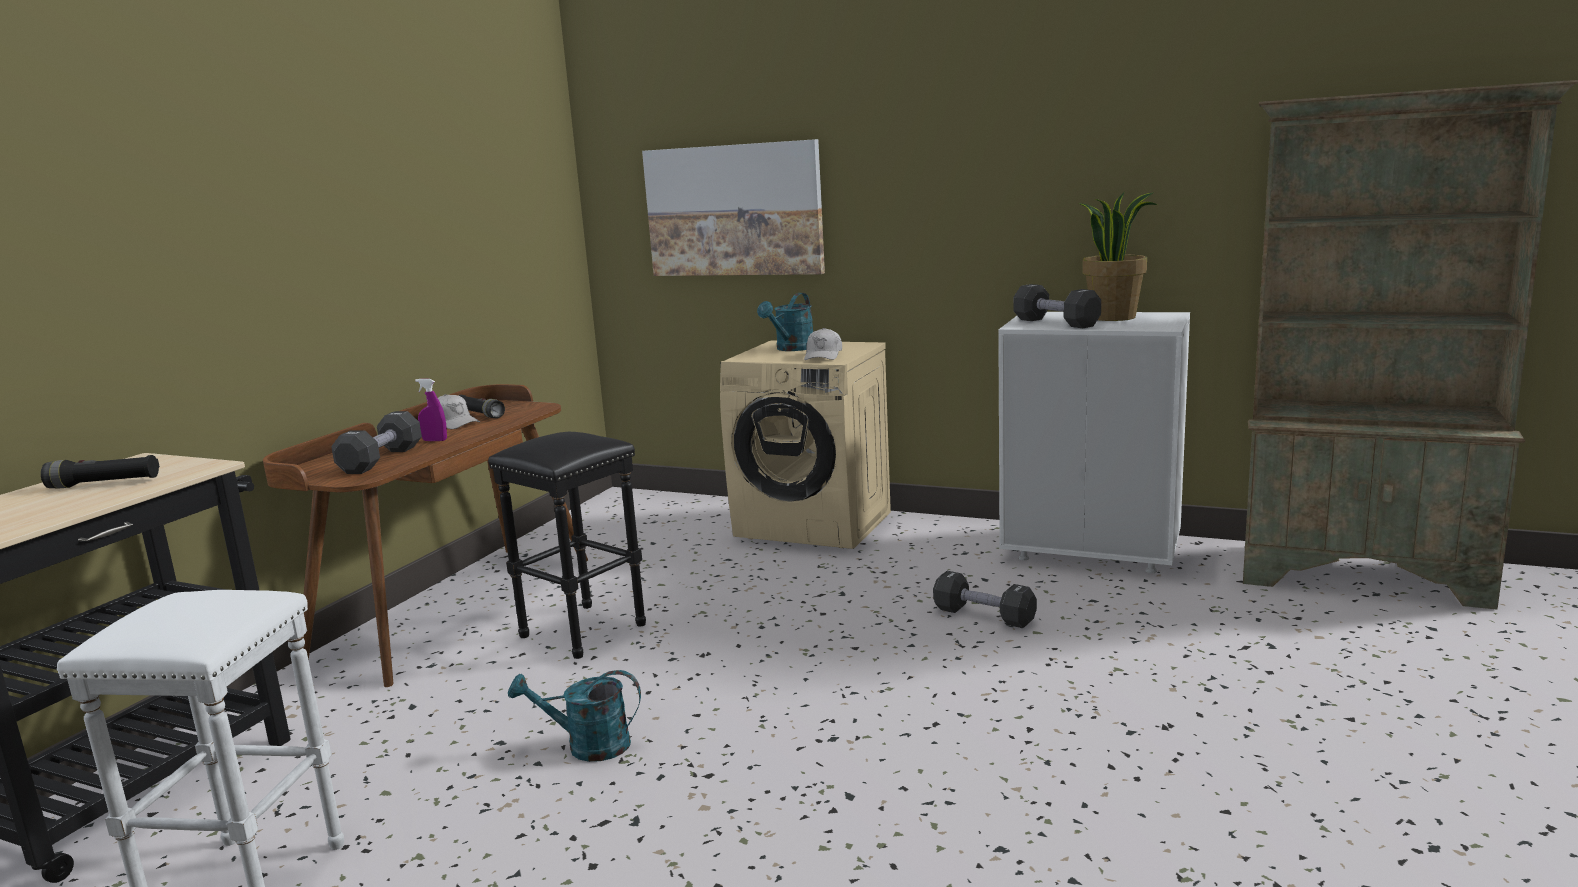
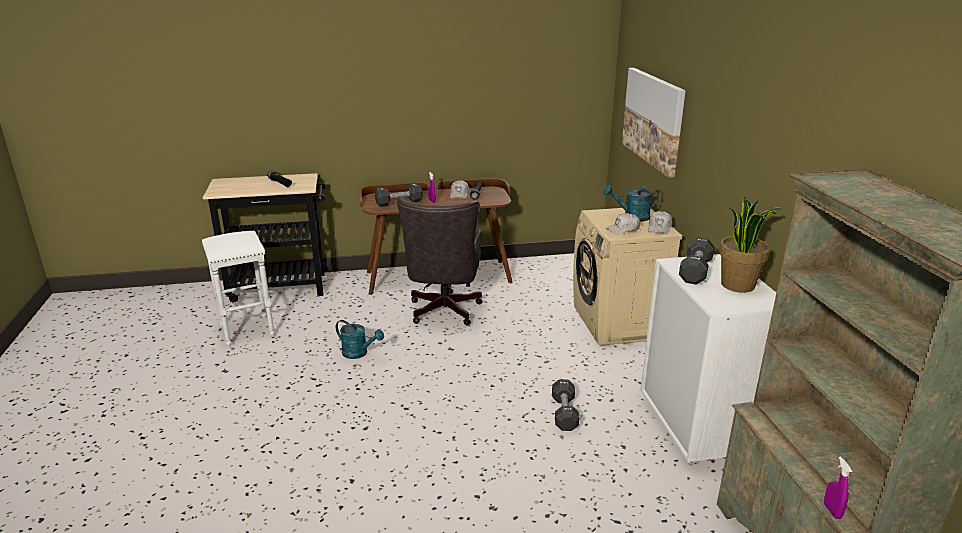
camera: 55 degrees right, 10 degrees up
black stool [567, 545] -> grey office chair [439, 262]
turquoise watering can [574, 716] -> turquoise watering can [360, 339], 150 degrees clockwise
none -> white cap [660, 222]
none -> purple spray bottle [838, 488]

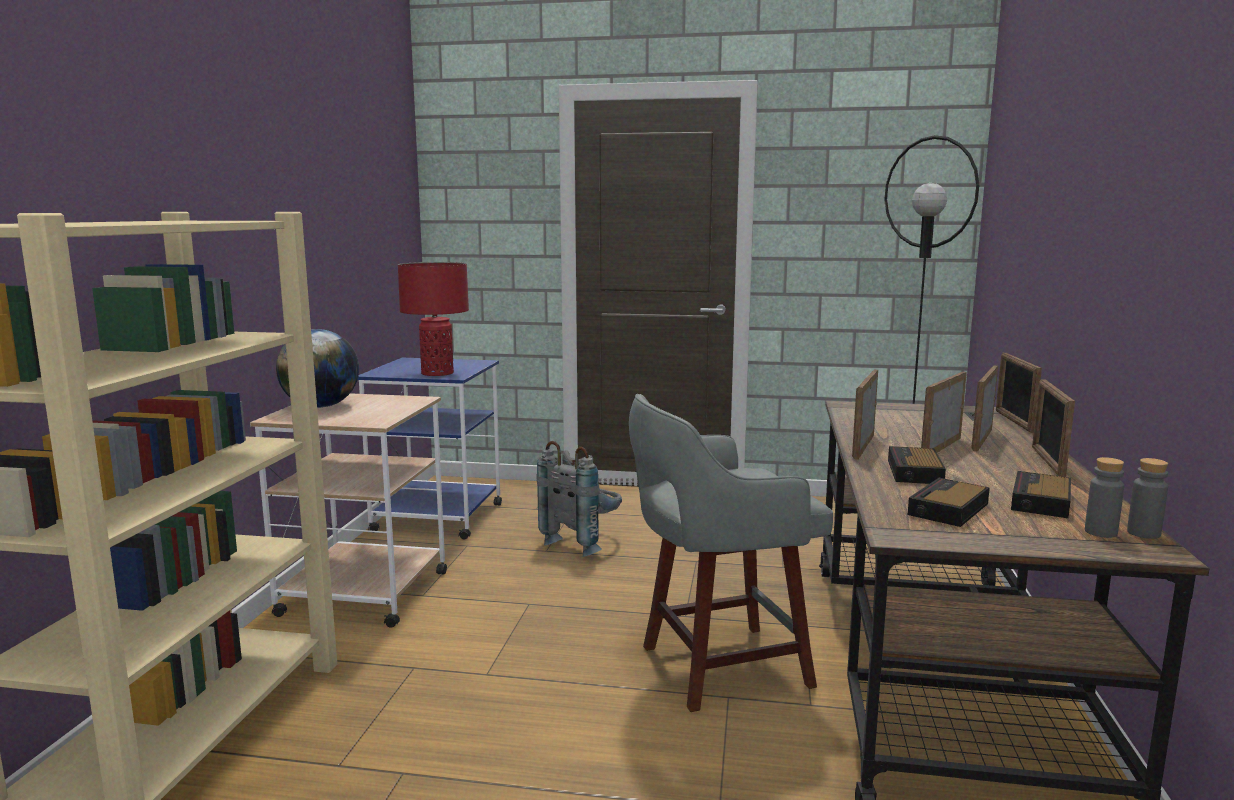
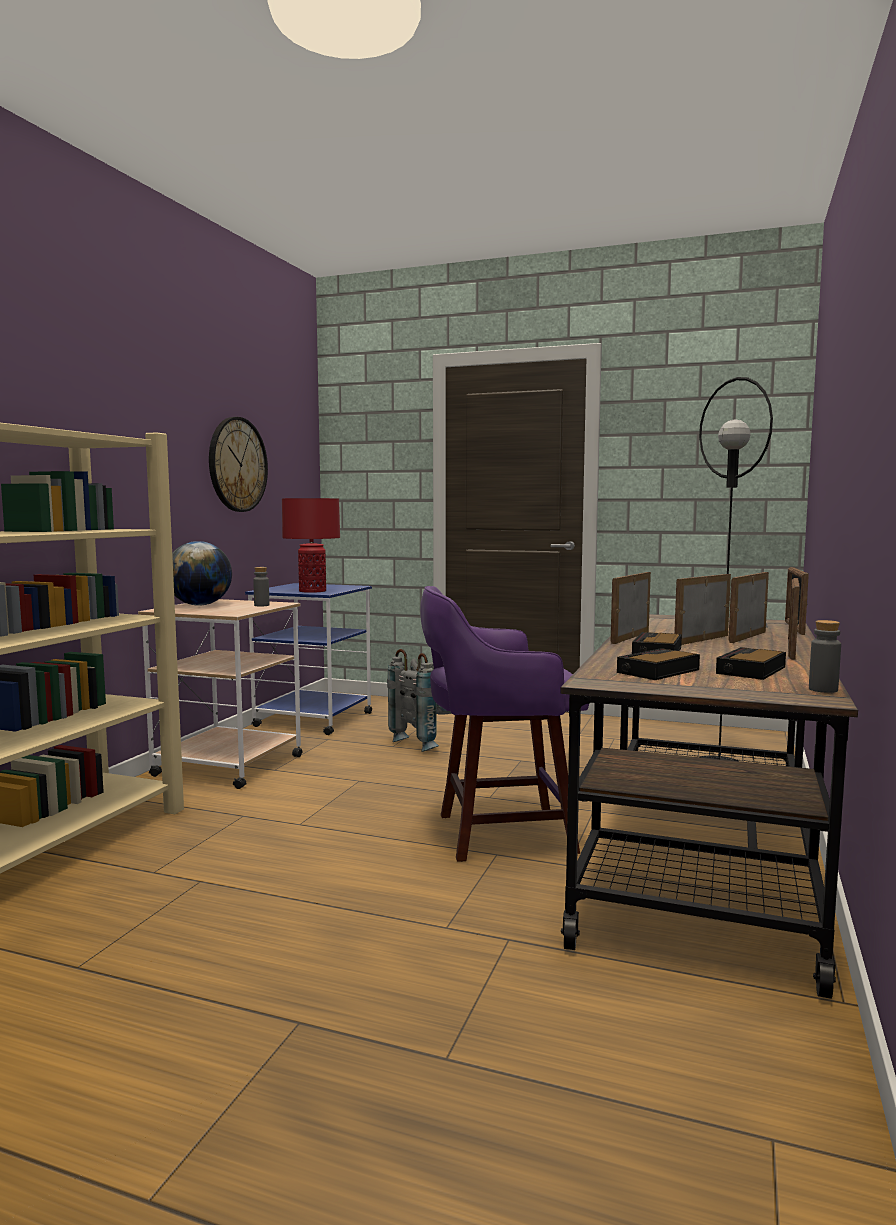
camera: 10 degrees right, 5 degrees down
grey stool [731, 553] -> purple stool [504, 724]
grey bottle [1104, 497] -> grey bottle [261, 586], relocated
none -> wall clock [238, 464]

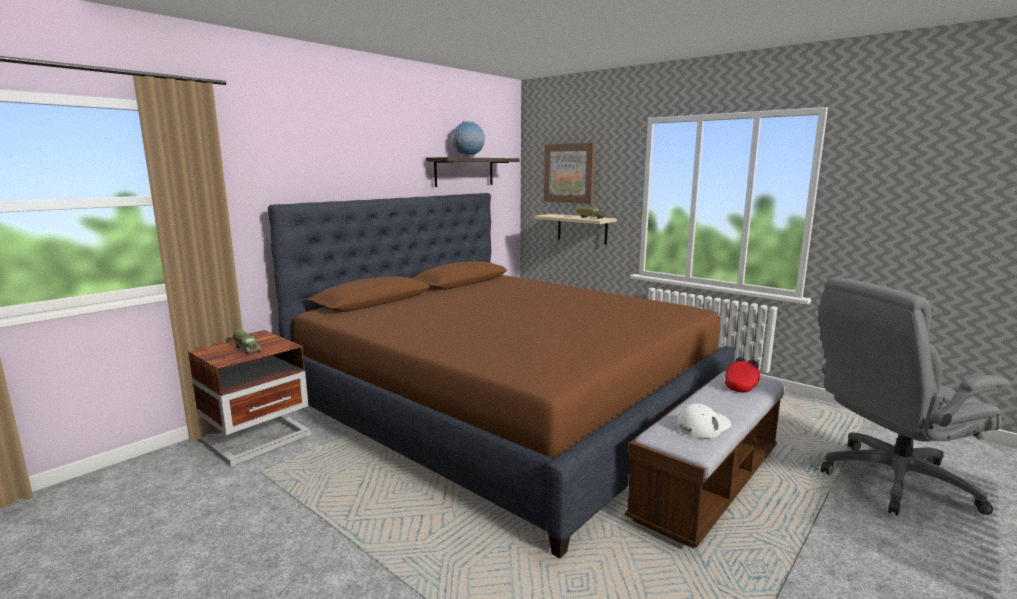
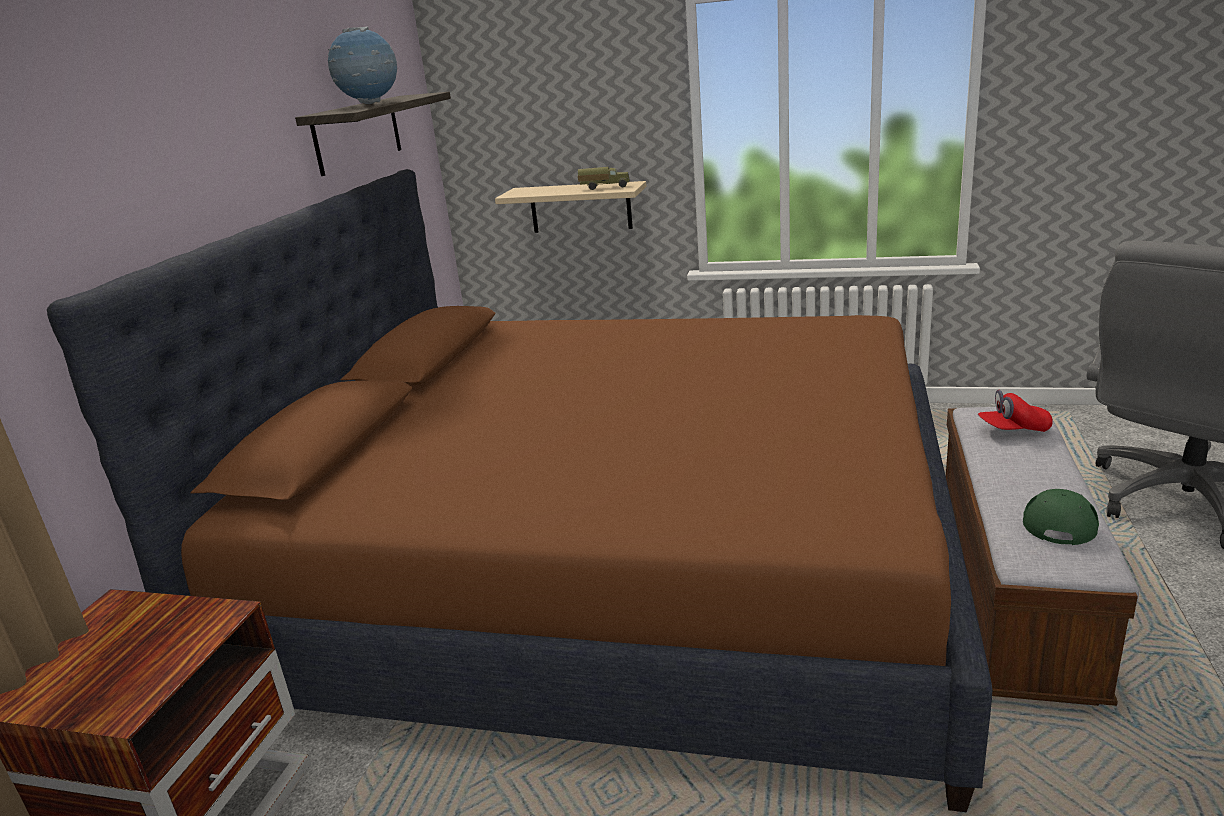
camera: 25 degrees left, 10 degrees up
picture [569, 173] -> none
toy truck [247, 342] -> none
red cap [742, 375] -> red cap [1015, 411], 105 degrees counterclockwise
white cap [704, 420] -> green cap [1061, 517]

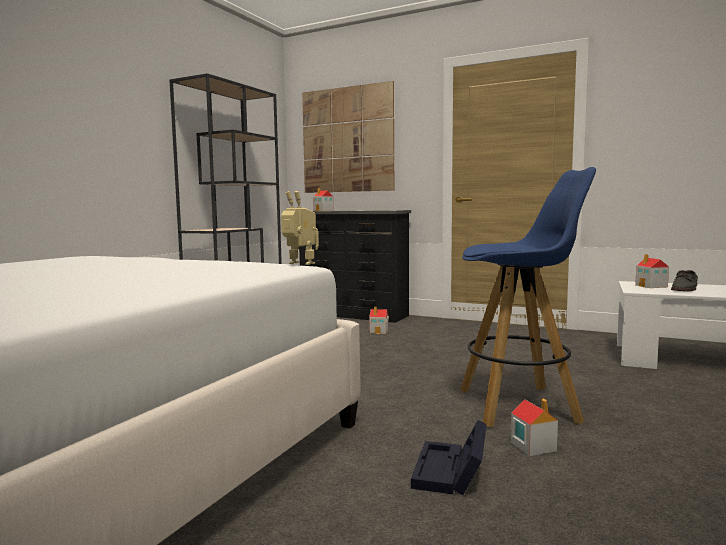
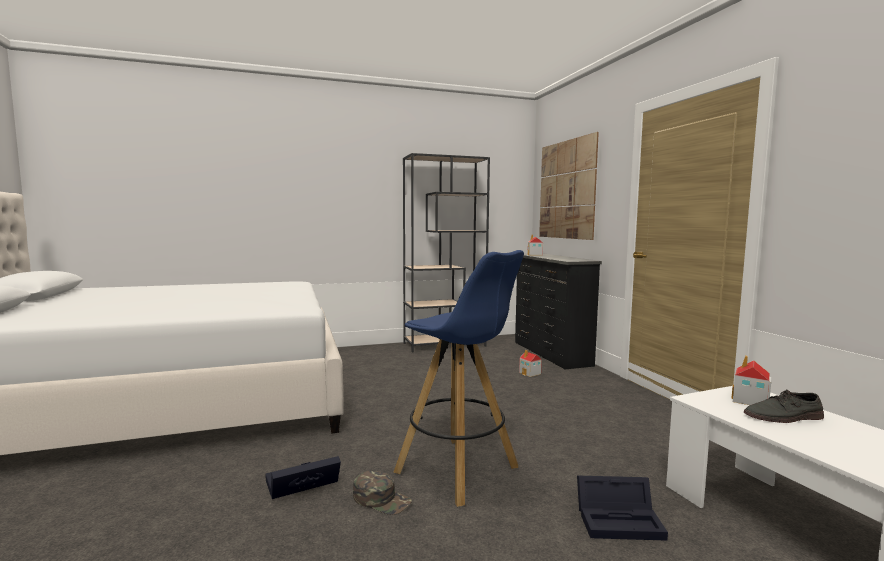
camera: 45 degrees right, 0 degrees up
toy robot [300, 228] -> none
toy house [534, 427] -> green cap [382, 493]
none -> black storage box [622, 508]

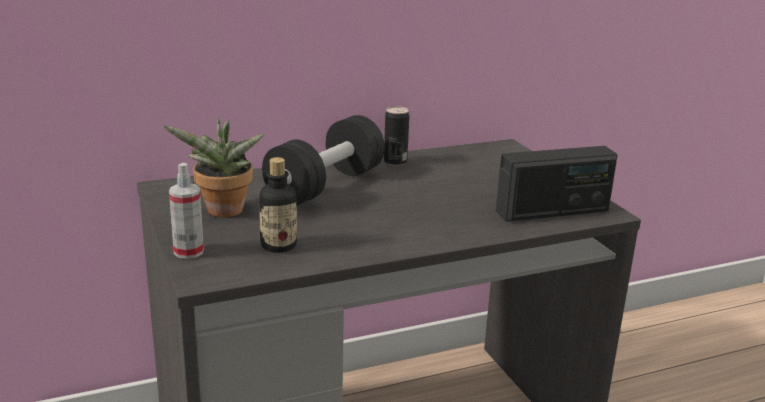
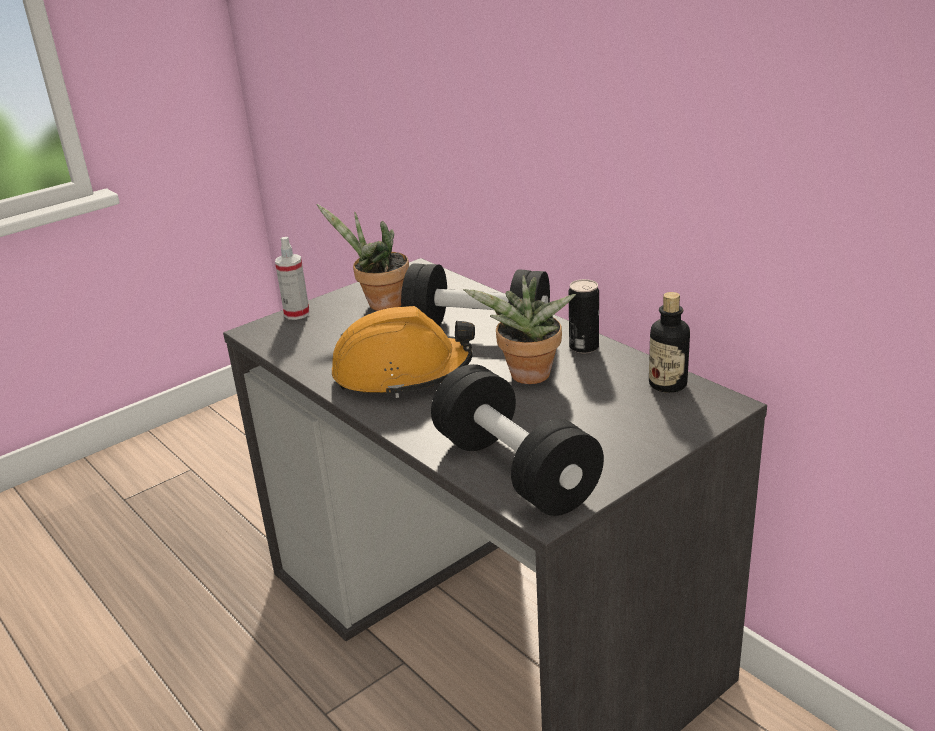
camera: 75 degrees right, 5 degrees up
radio [557, 184] -> black dumbbell [517, 440]
bottle [278, 205] -> bottle [669, 342], relocated
none -> potted plant [519, 329]
none -> orange hard hat [403, 352]

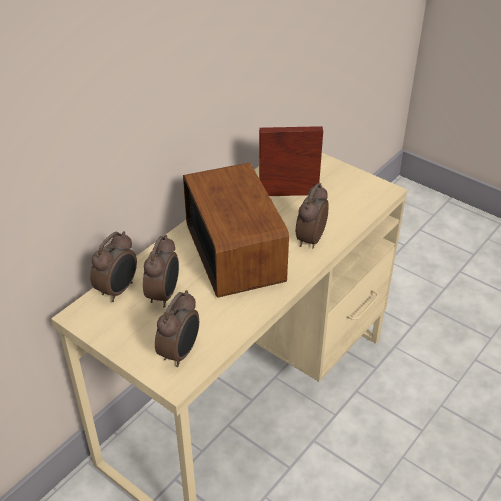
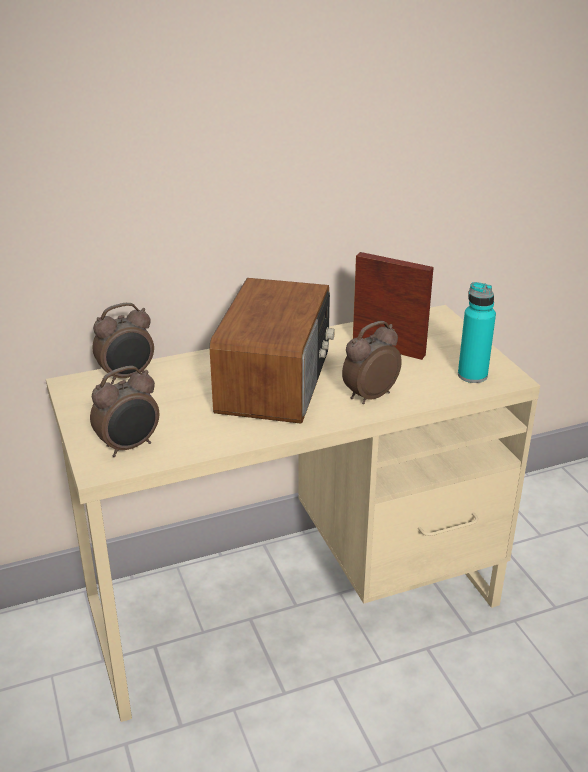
camera: 30 degrees right, 10 degrees down
alarm clock [161, 271] -> none
none -> turquoise bottle [477, 332]

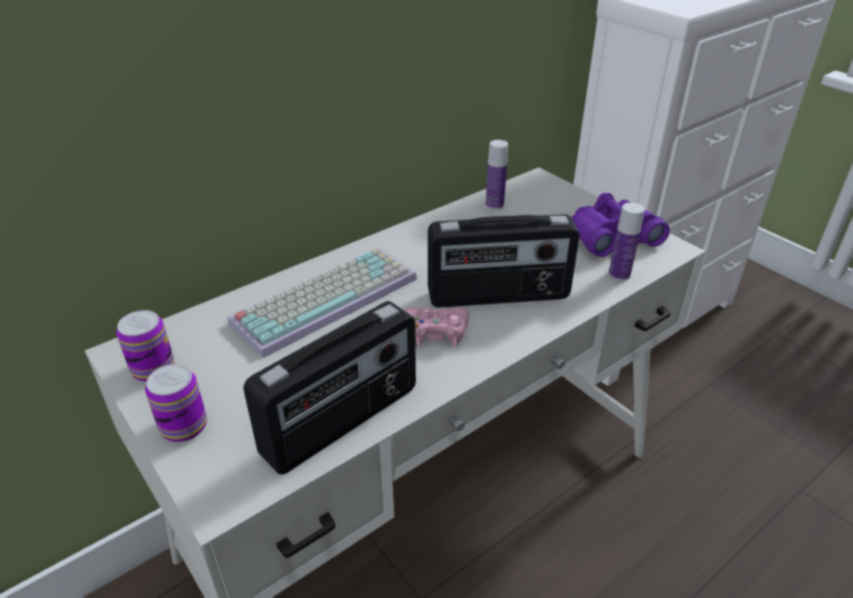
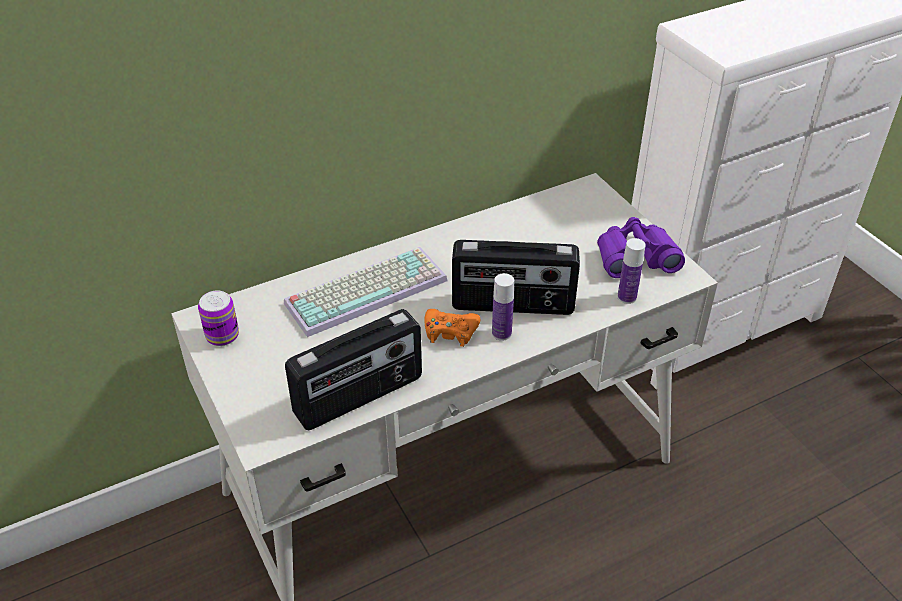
camera: 10 degrees right, 5 degrees up
bottle [496, 175] -> bottle [503, 307], relocated
pink game controller [436, 327] -> orange game controller [452, 328]
can [176, 403] -> none

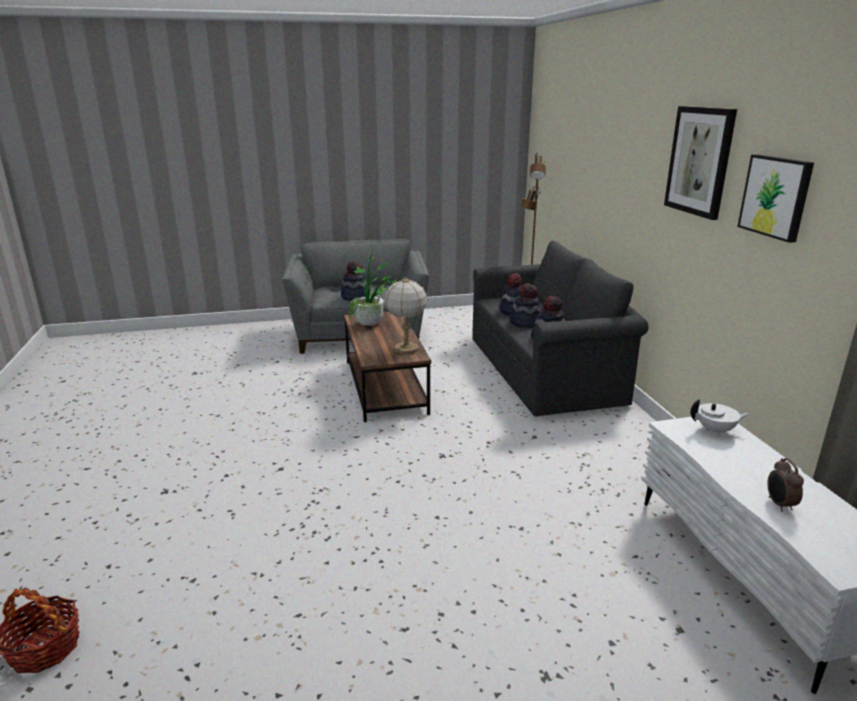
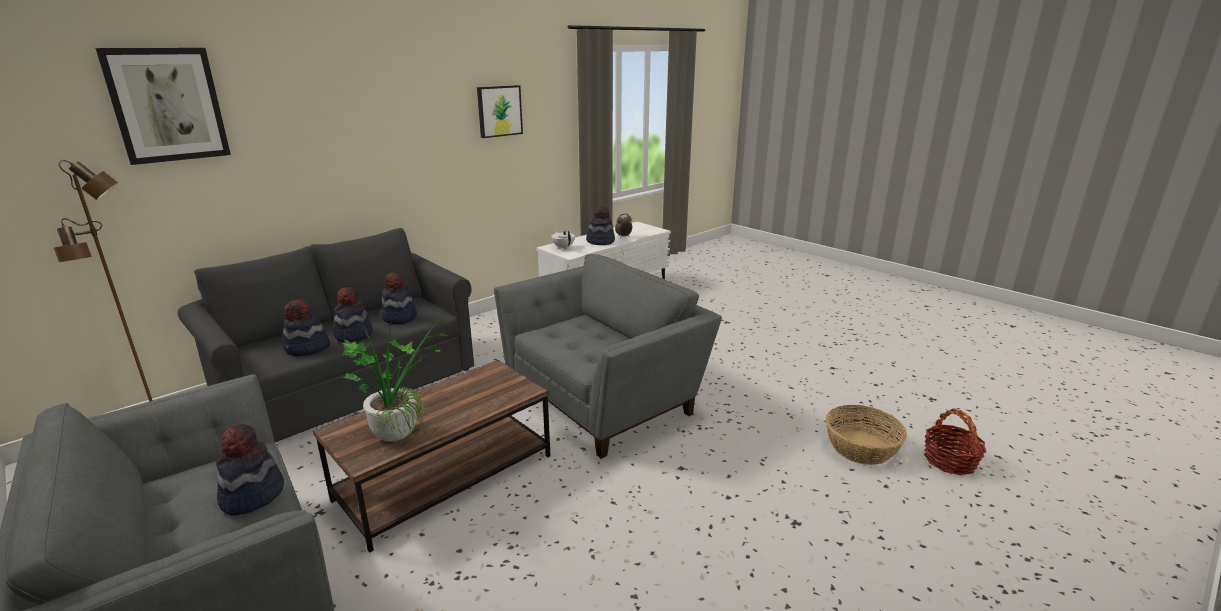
camera: 120 degrees left, 0 degrees up
picture [700, 163] -> picture [163, 106], relocated
table lamp [406, 315] -> none
none -> hat [600, 225]
none -> grey armchair [608, 356]
none -> basket [866, 435]

